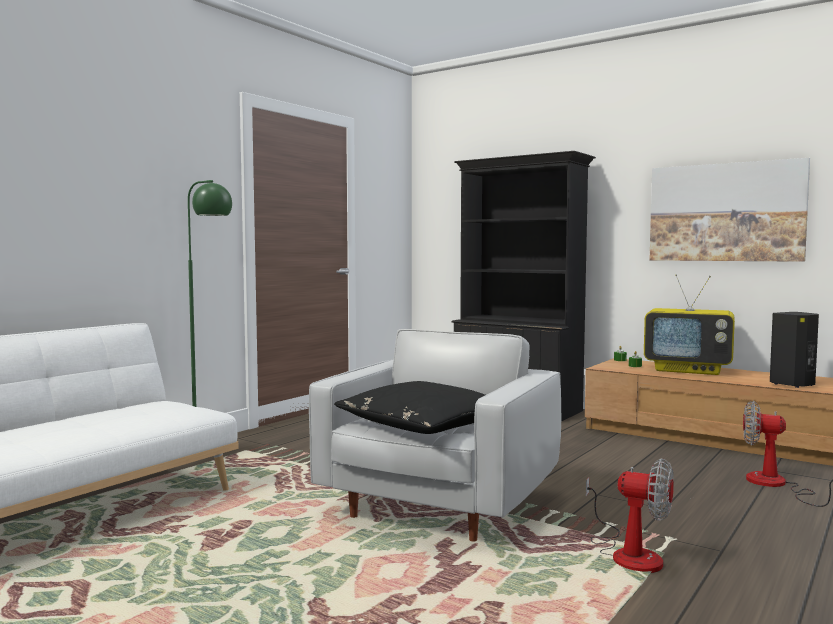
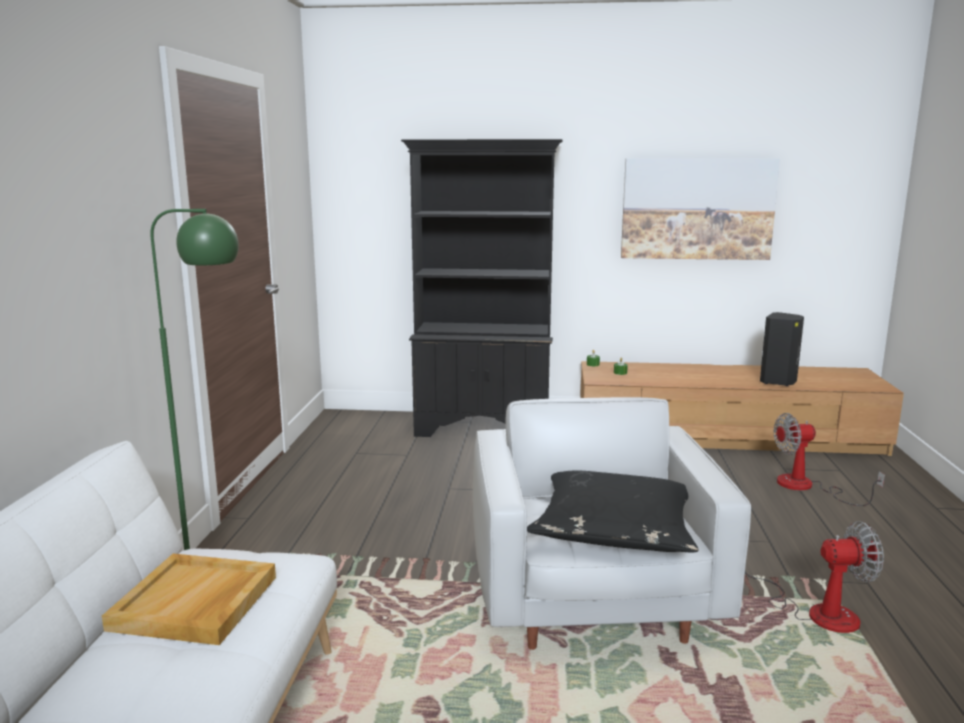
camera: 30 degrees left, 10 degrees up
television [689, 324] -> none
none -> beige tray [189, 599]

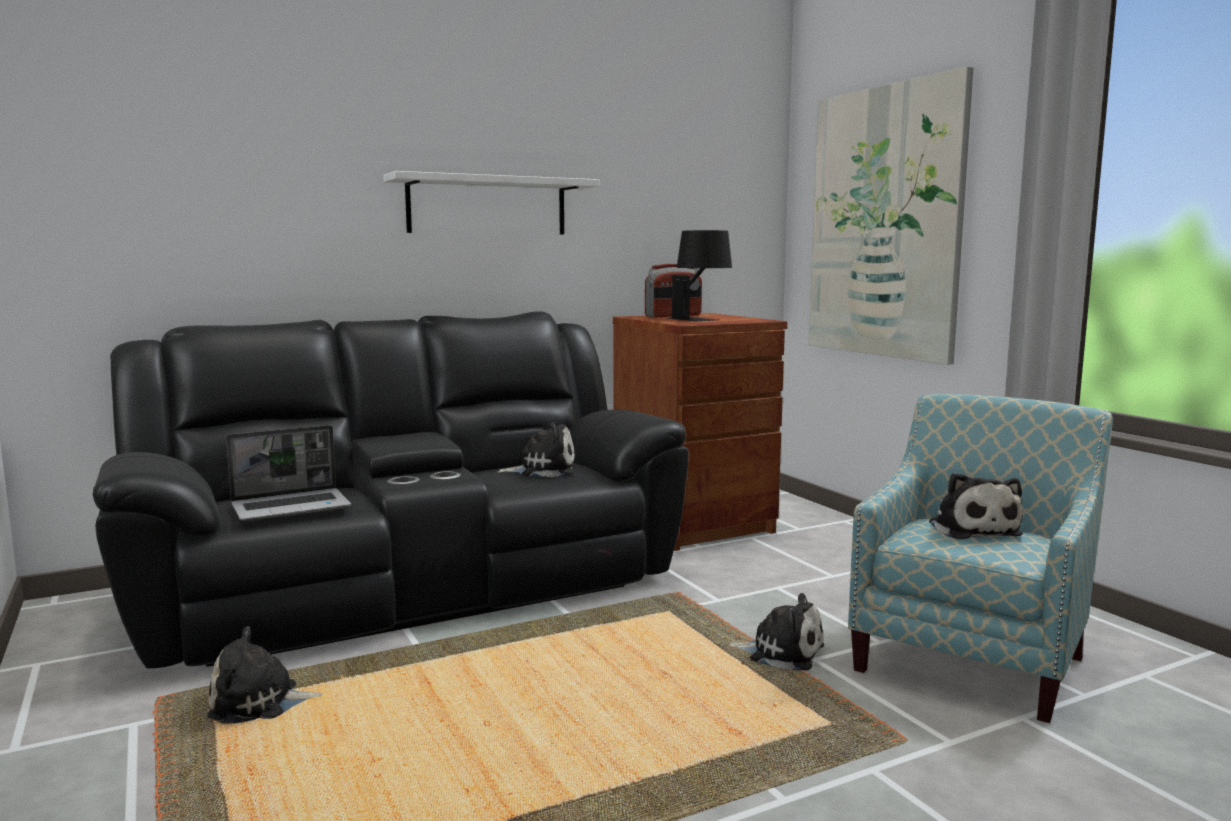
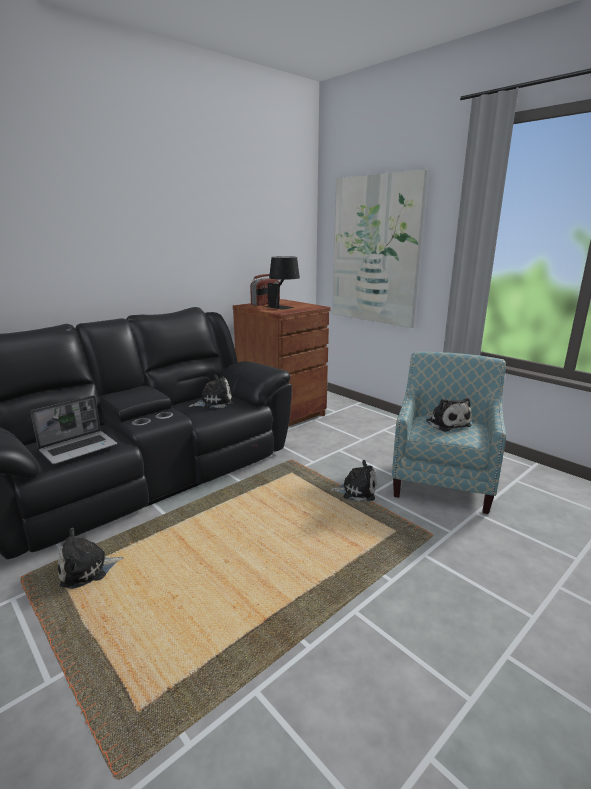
camera: 15 degrees left, 10 degrees up
white shelf [491, 202] -> none

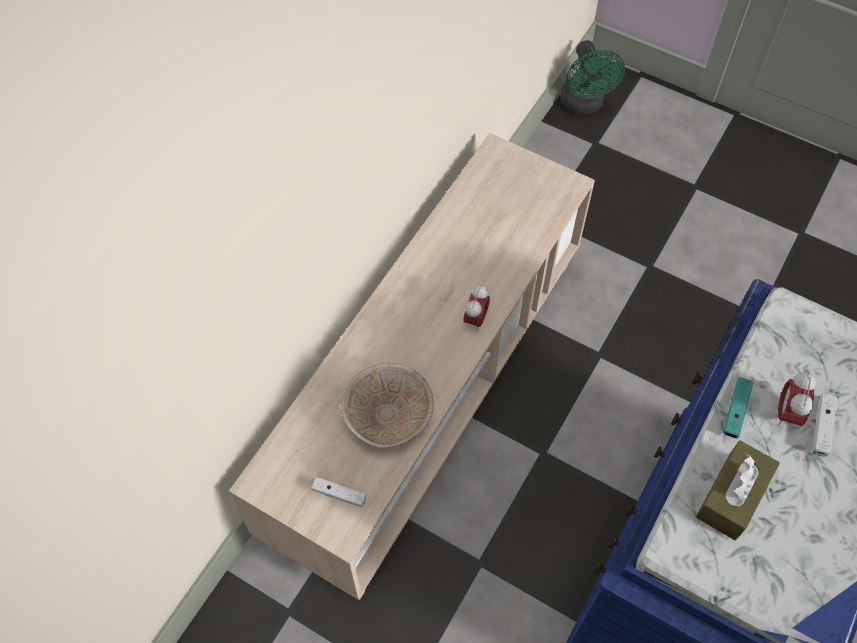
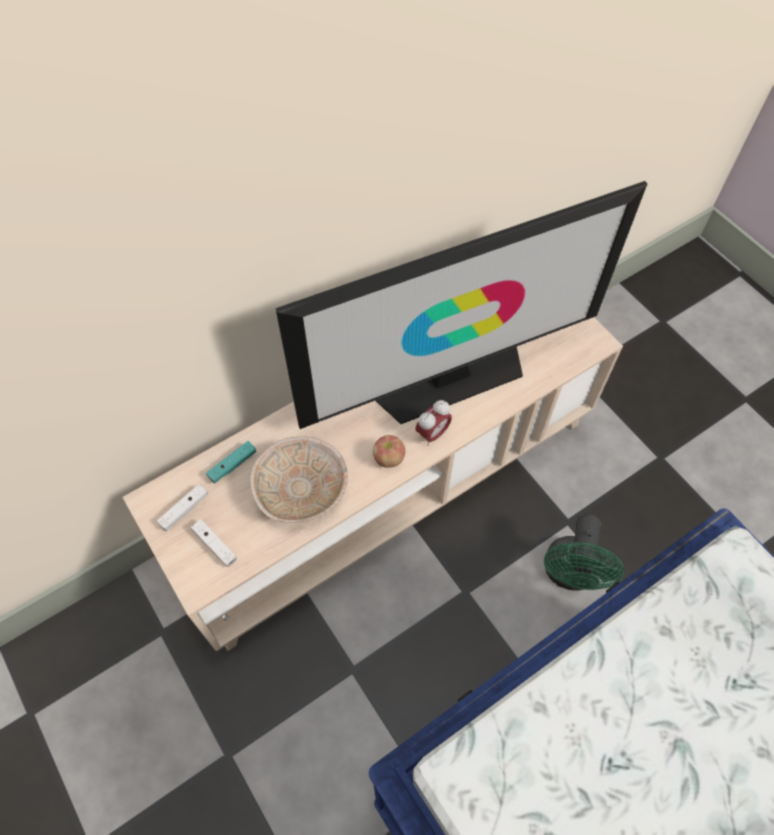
camera: 25 degrees right, 0 degrees up
green fan [592, 77] -> green fan [584, 552], relocated
alarm clock [797, 399] -> none
turquoise game controller [738, 407] -> turquoise game controller [231, 462], relocated
white game controller [824, 425] -> white game controller [182, 507], relocated
brown tissue box [738, 490] -> none
none -> television [461, 305]
none -> apple [389, 451]

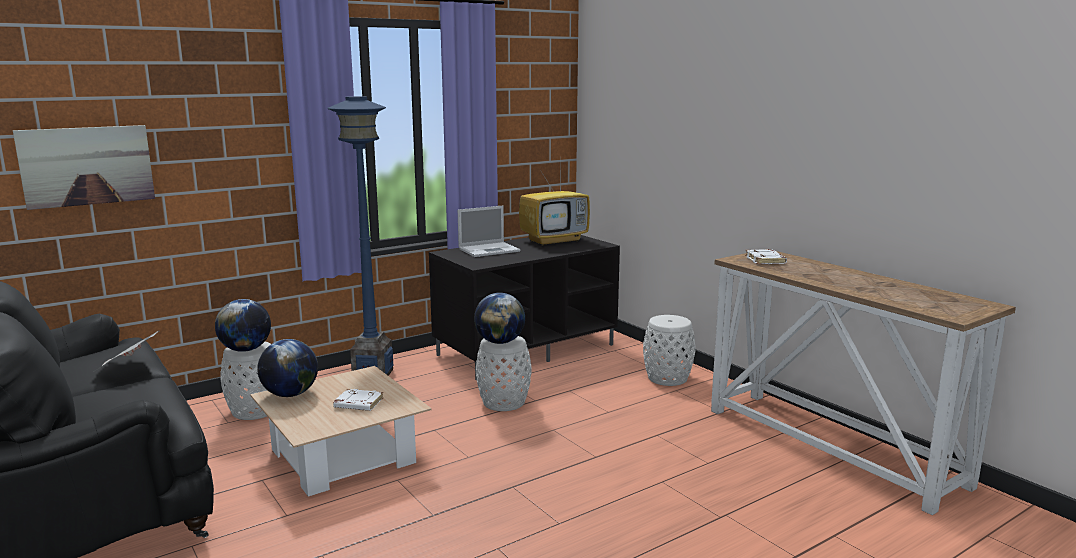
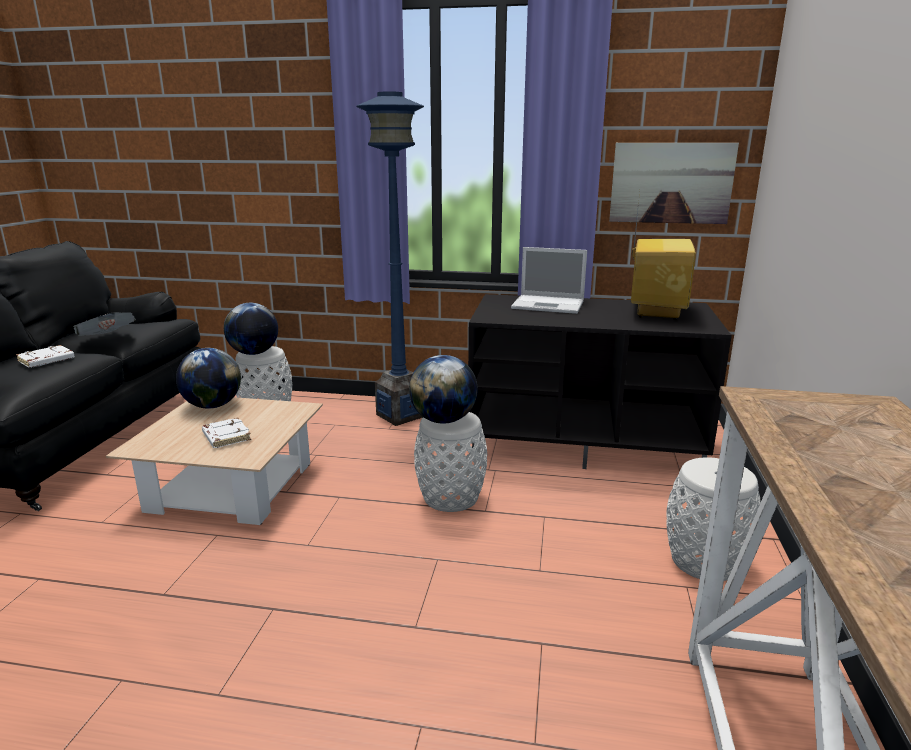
camera: 45 degrees right, 5 degrees up
picture [84, 167] -> picture [674, 183], relocated
television [554, 206] -> television [663, 256], 90 degrees counterclockwise
white book [766, 256] -> white book [45, 356], relocated

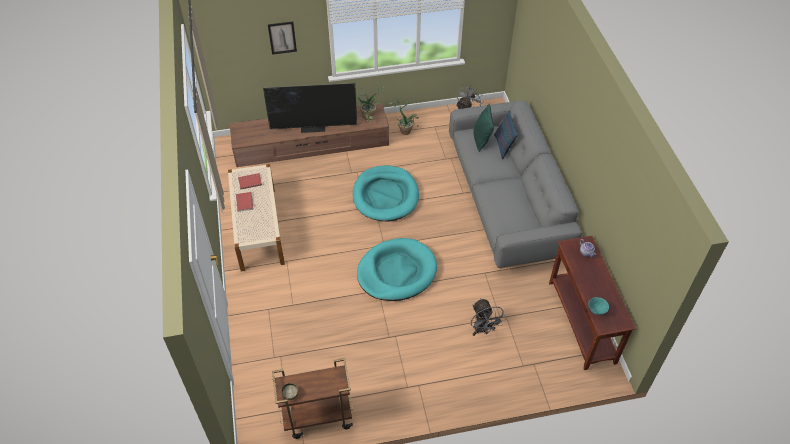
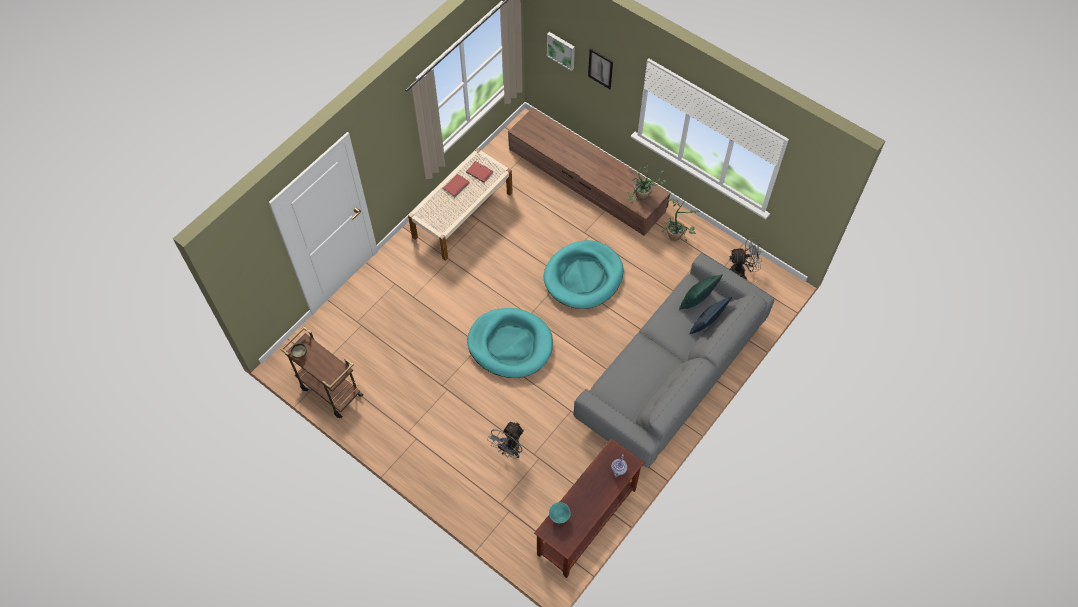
camera: 50 degrees right, 10 degrees up
television [310, 108] -> none
none -> picture [561, 51]

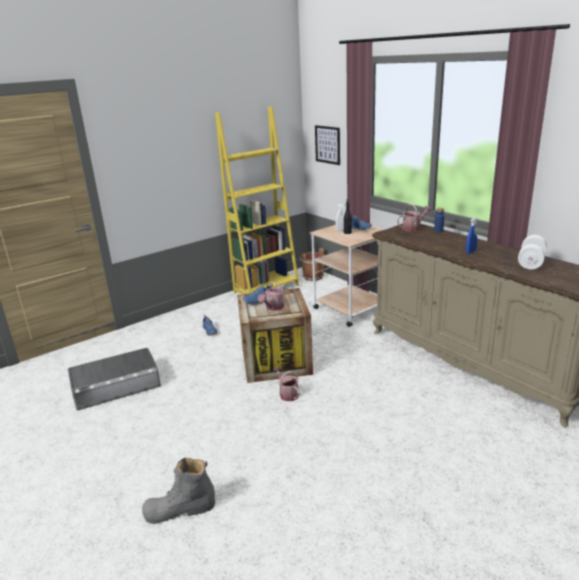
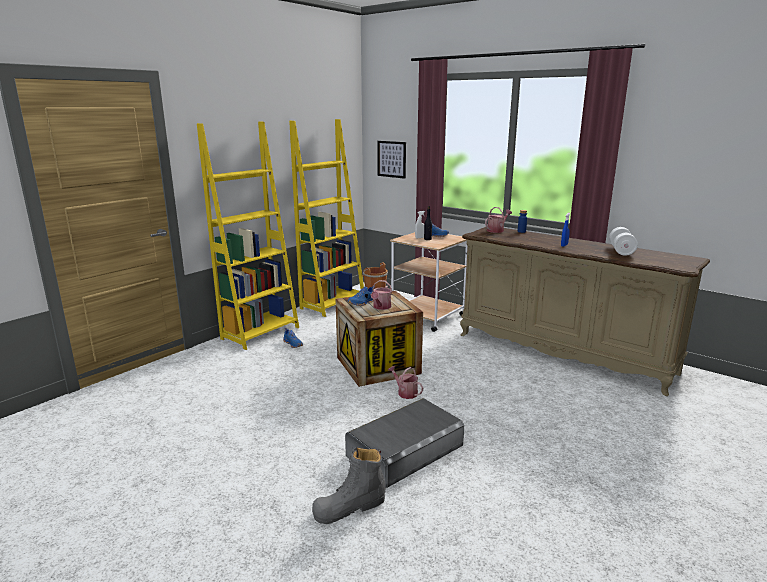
camera: 15 degrees left, 5 degrees down
grey storage box [114, 379] -> grey storage box [404, 443], relocated
none -> yellow bookcase [248, 236]

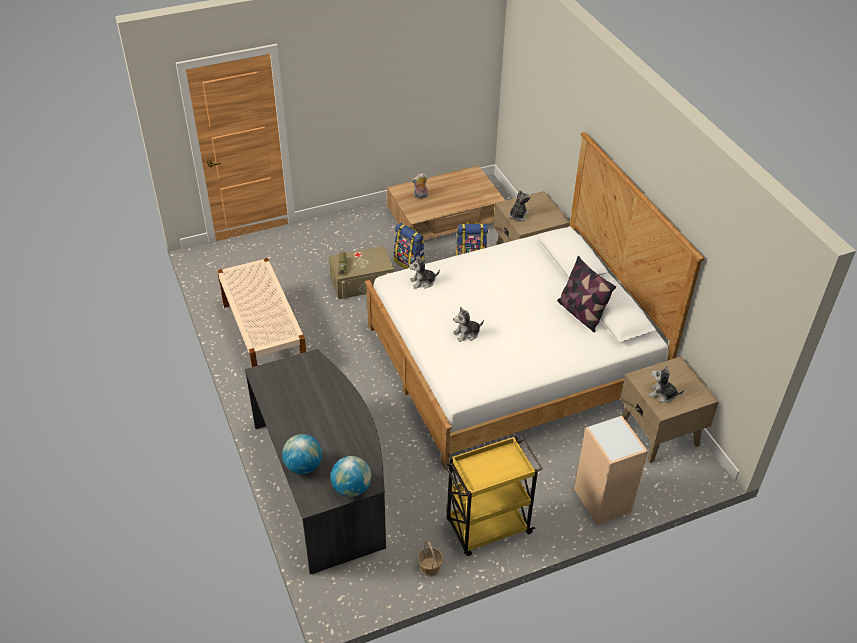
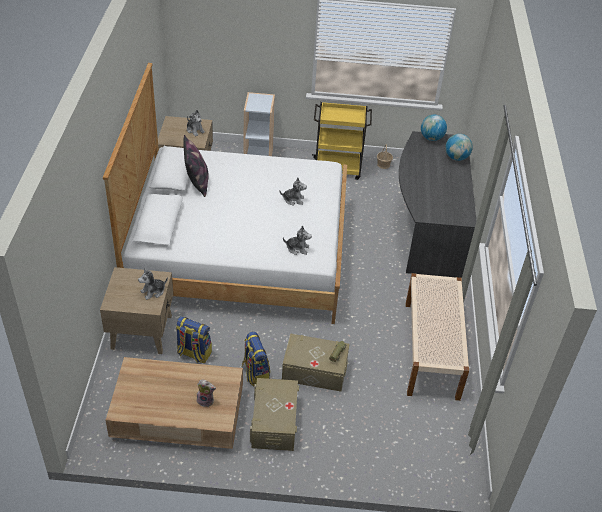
camera: 155 degrees left, 0 degrees up
none -> beige storage box [274, 414]

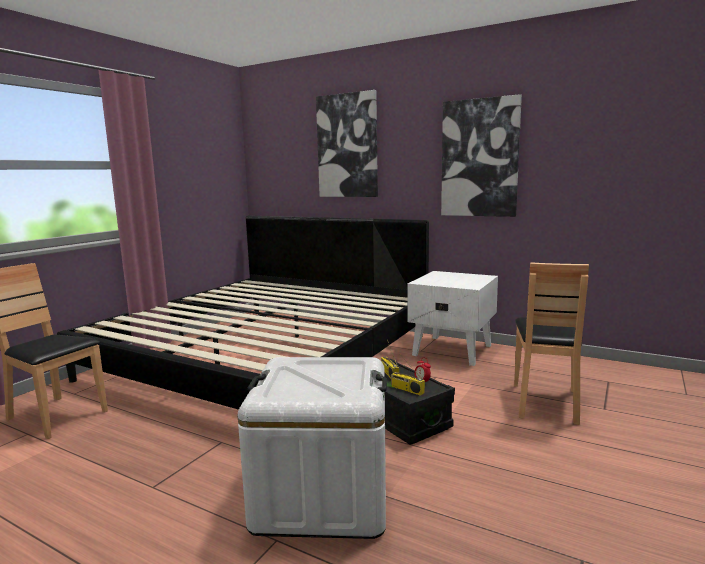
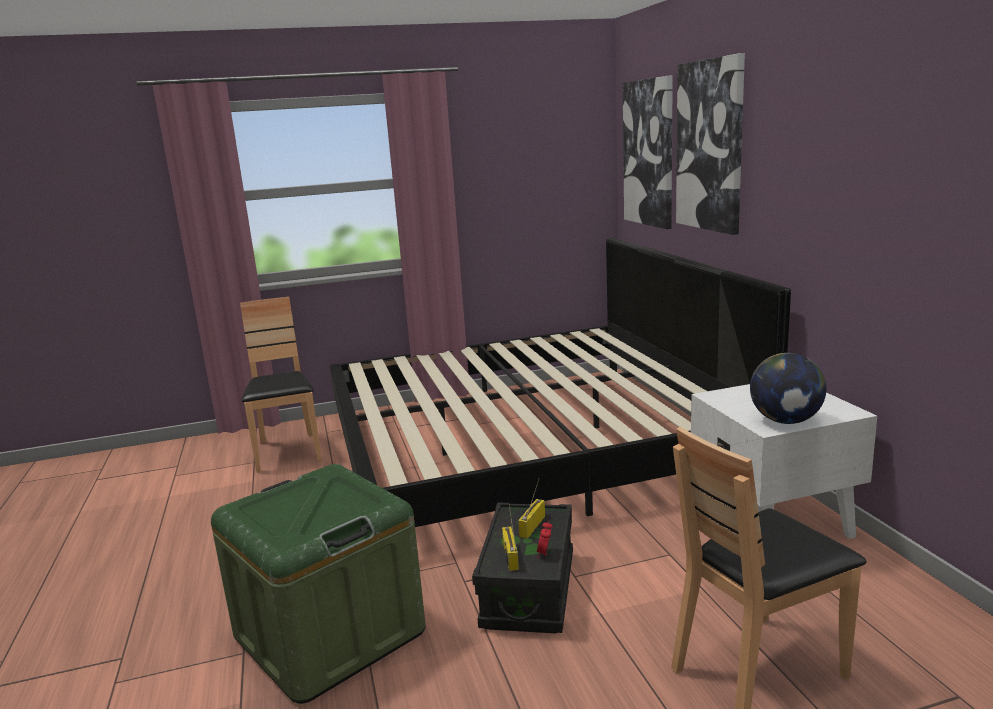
camera: 45 degrees right, 5 degrees up
picture [481, 155] -> picture [648, 152], relocated
white storage box [312, 448] -> green storage box [318, 584]
none -> globe [788, 388]

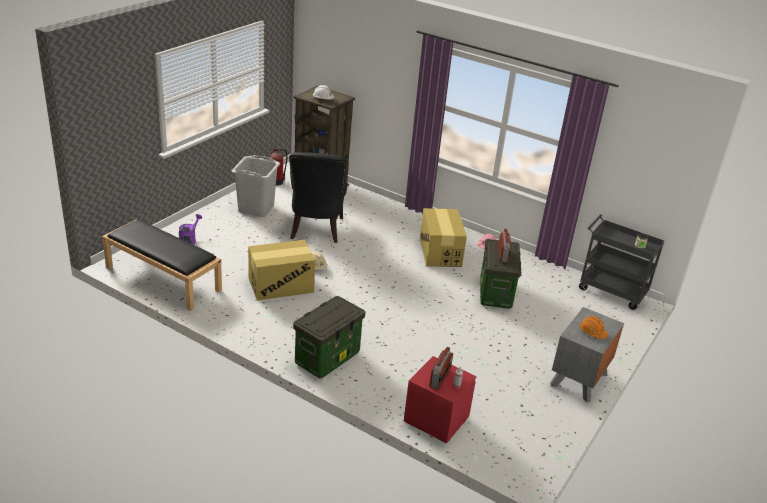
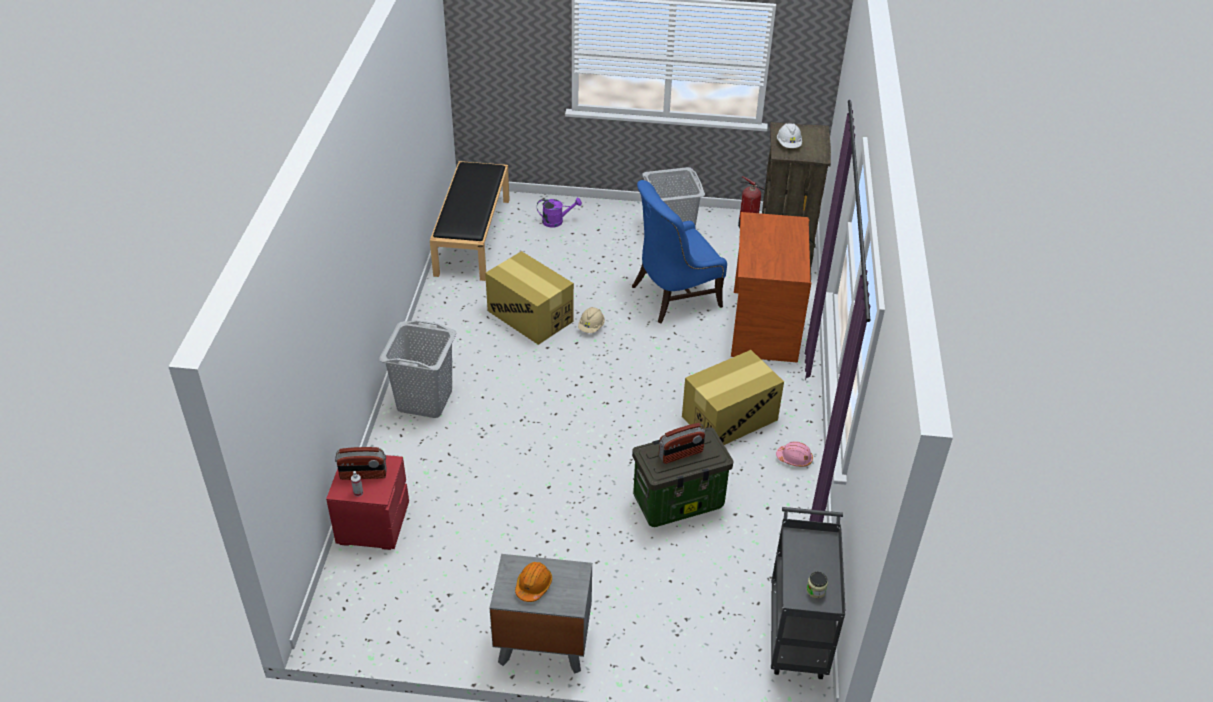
camera: 65 degrees right, 10 degrees up
black chair [318, 197] -> blue chair [679, 251]
storage box [329, 337] -> grey laundry basket [418, 369]
none -> brown desk [771, 287]

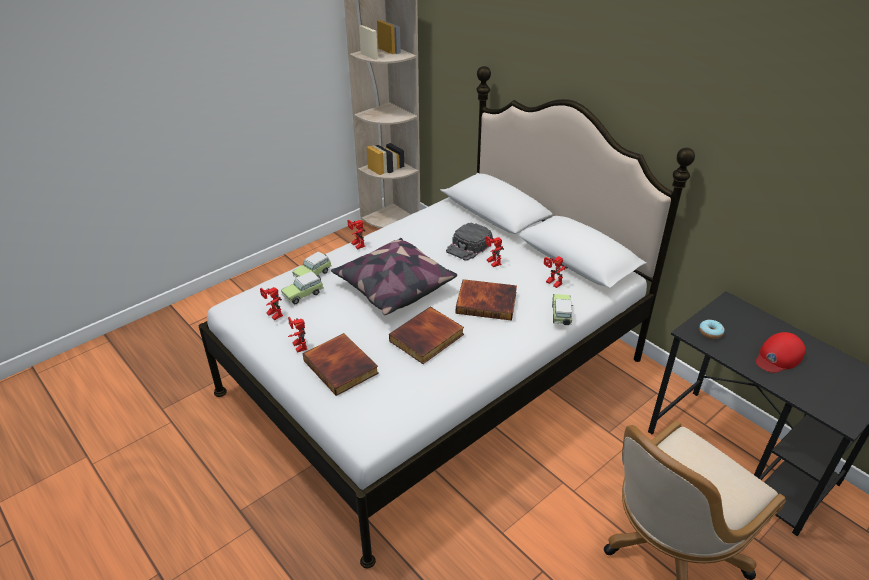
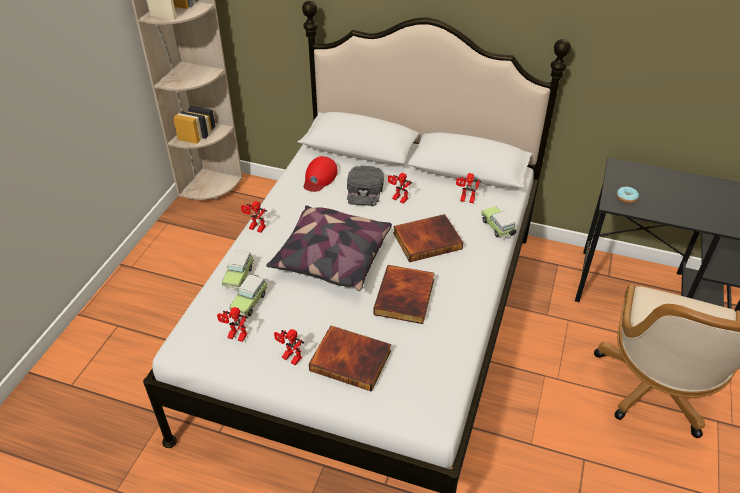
camera: 30 degrees left, 5 degrees up
red cap [780, 352] -> red cap [320, 174], relocated

